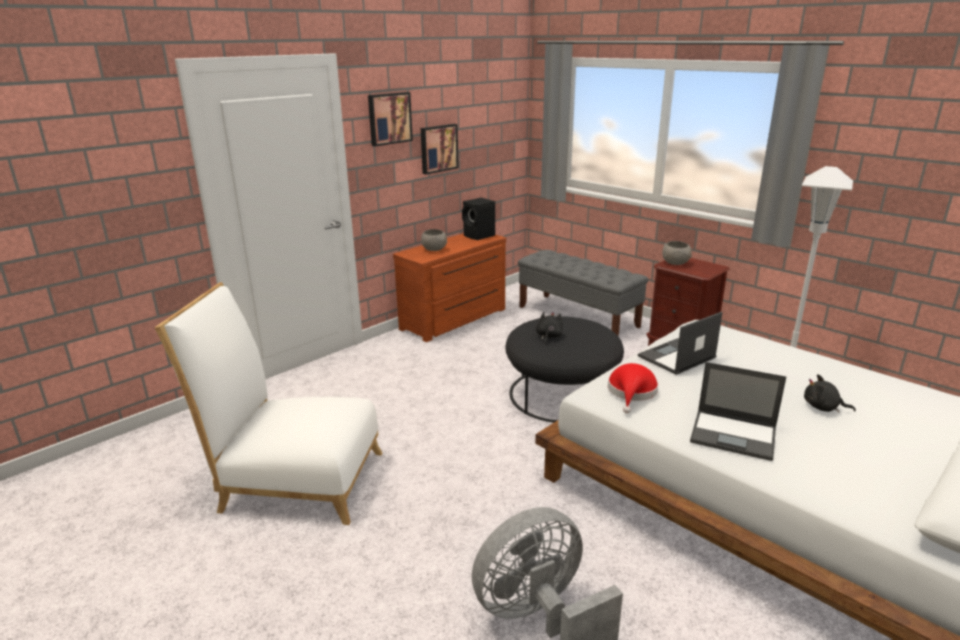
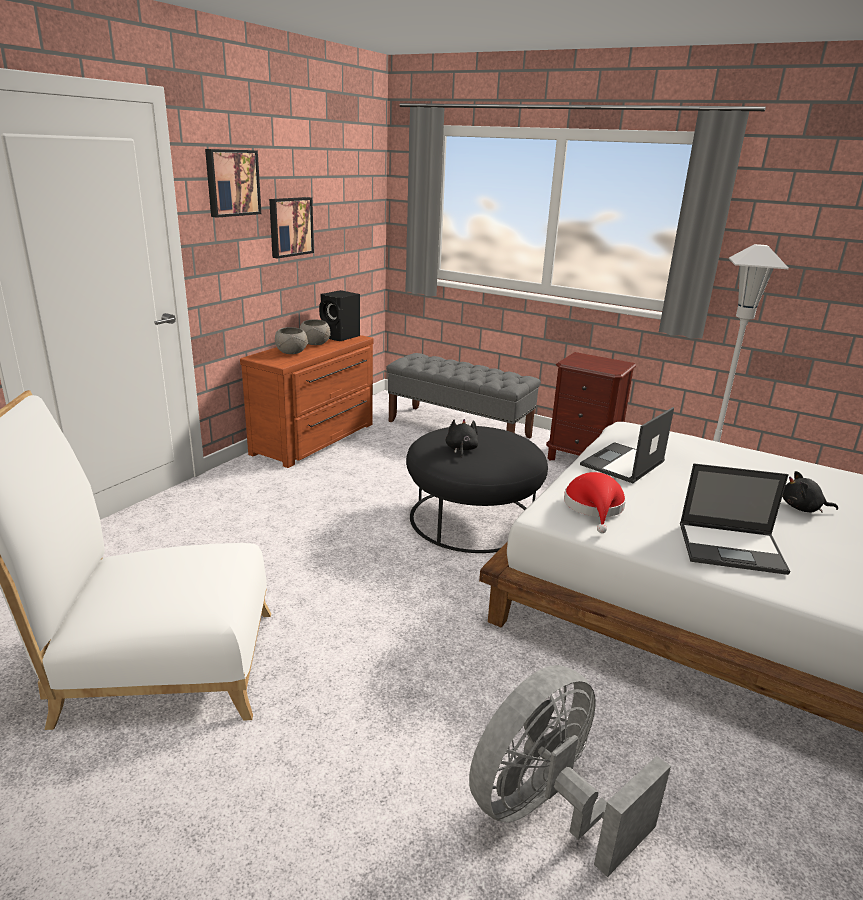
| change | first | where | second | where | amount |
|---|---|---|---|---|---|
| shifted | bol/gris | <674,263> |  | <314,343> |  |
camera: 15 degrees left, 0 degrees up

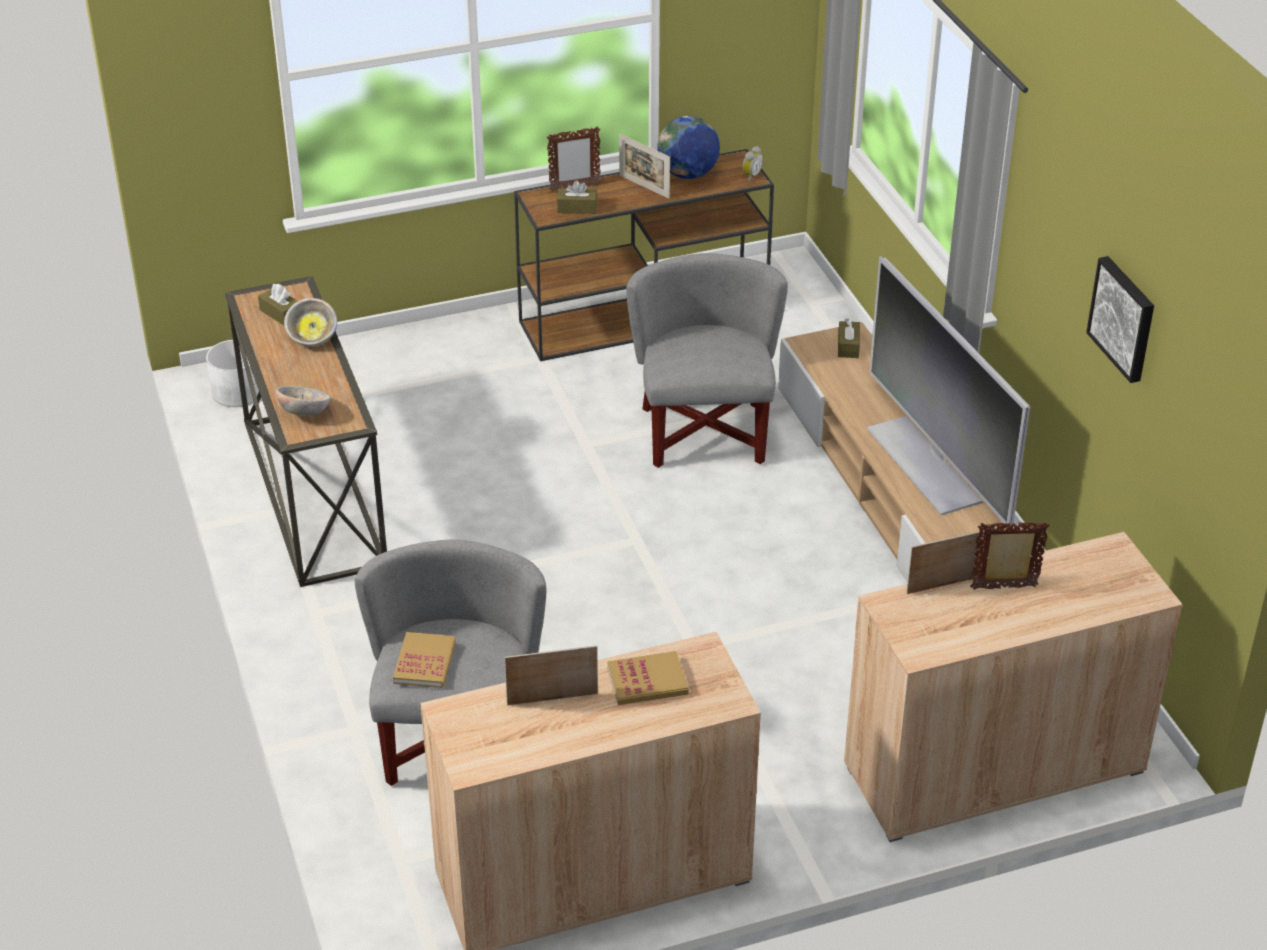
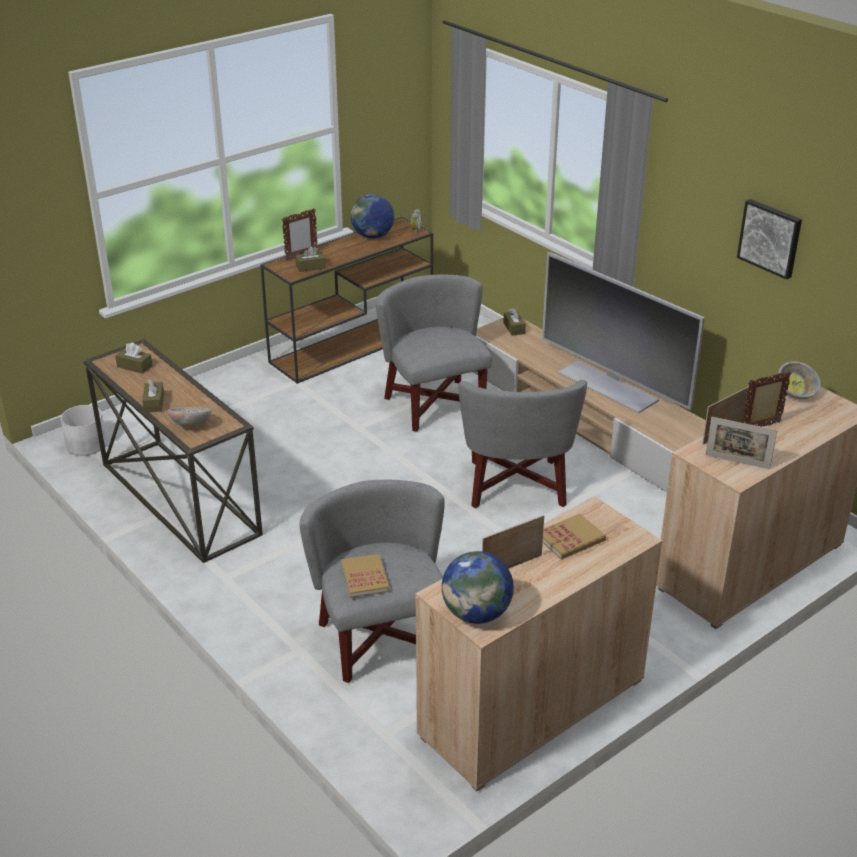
| change | first | where | second | where | amount |
|---|---|---|---|---|---|
| new |  |  | boîte à mouchoirs/marron | <154,403> |  |
| new |  |  | globe | <477,614> |  |
| new |  |  | fauteuil/gris | <516,484> |  |
| shifted | bol | <313,339> |  | <796,394> |  |
| shifted | cadre photo | <644,186> |  | <737,461> |  |
camera: 20 degrees left, 5 degrees down

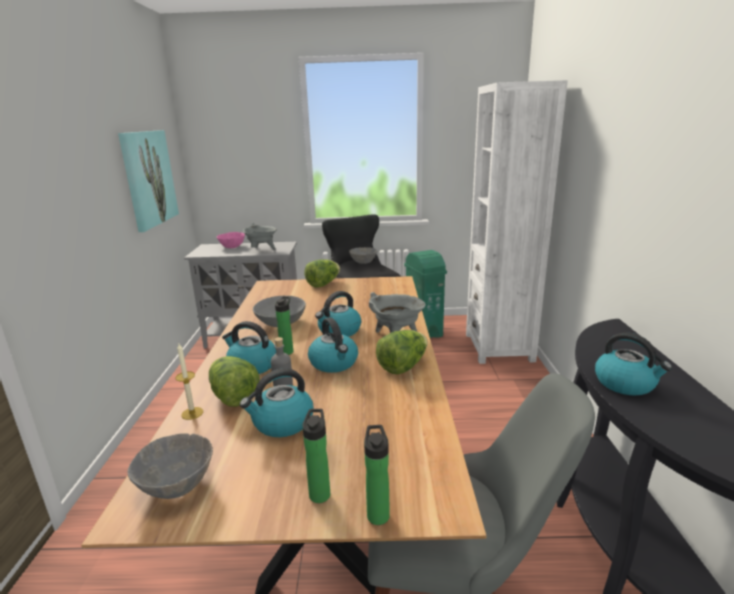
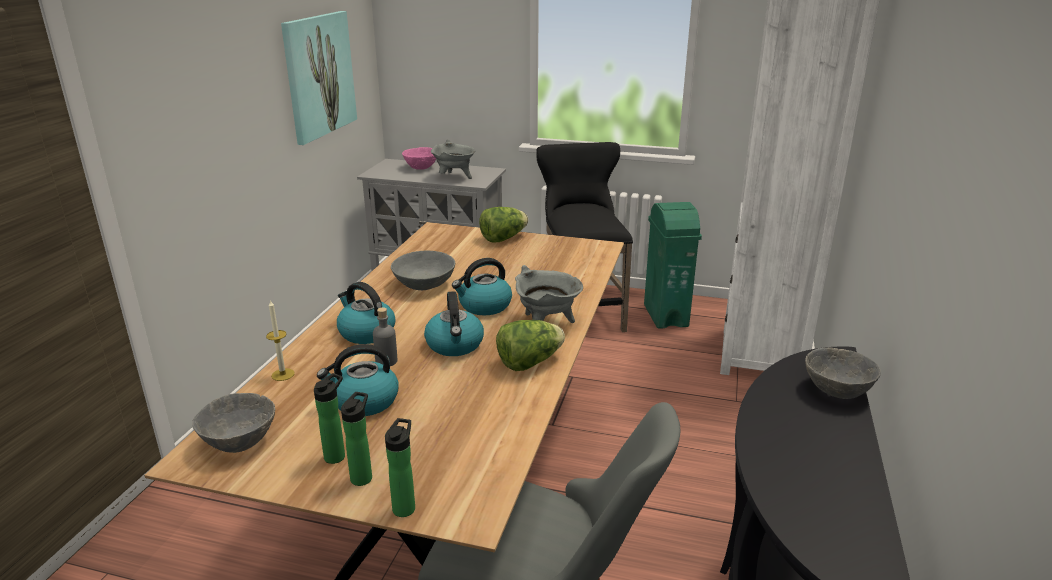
| change | first | where | second | where | amount |
|---|---|---|---|---|---|
| gone | laitue | <233,396> |  |  |  |
| gone | bouilloire | <625,383> |  |  |  |
| shifted | bouteille | <287,351> |  | <337,455> |  |
| shifted | bol/gris | <363,262> |  | <837,390> |  |
camera: 15 degrees right, 5 degrees up

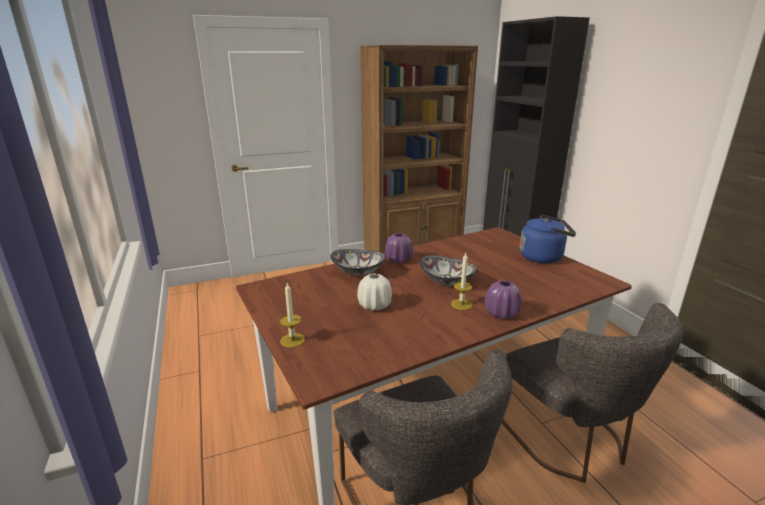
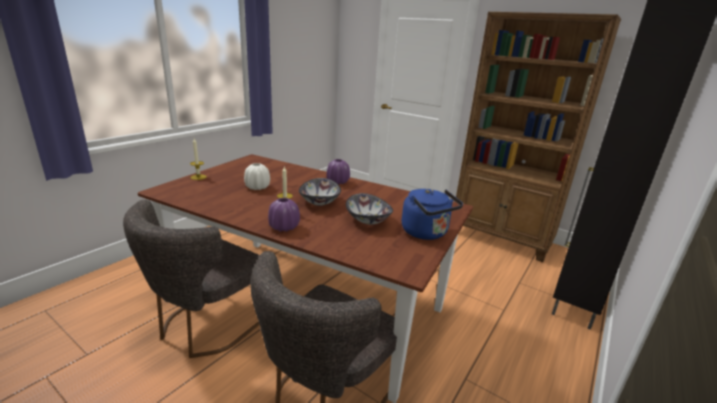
| change | first | where | second | where | amount |
|---|---|---|---|---|---|
| shifted | bol | <358,271> |  | <368,220> |  |
camera: 55 degrees right, 0 degrees up

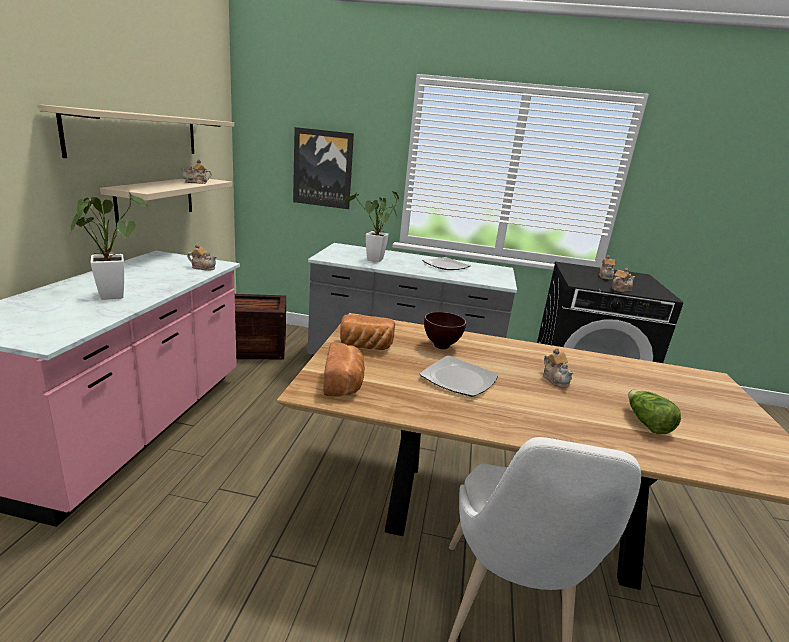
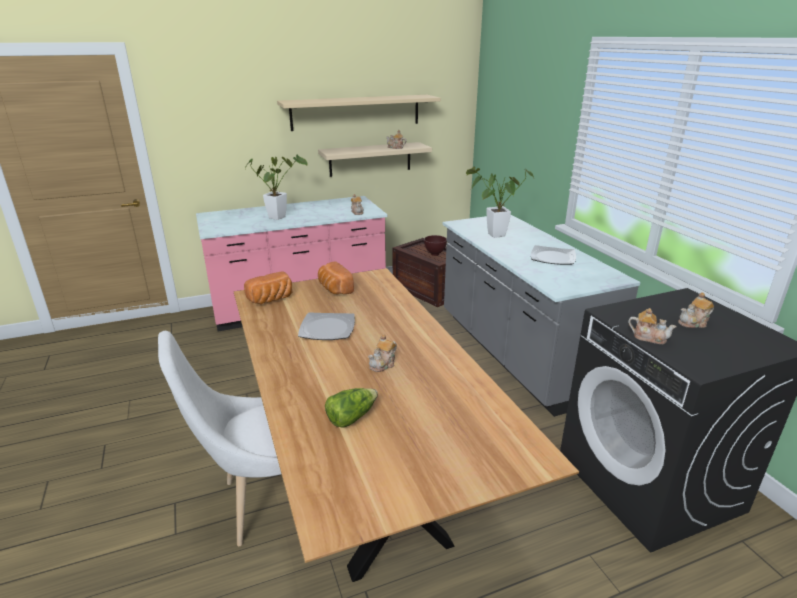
| change | first | where | second | where | amount |
|---|---|---|---|---|---|
| gone | tableau | <323,168> |  |  |  |
| shifted | bol/marron | <442,346> |  | <435,254> |  |
camera: 60 degrees right, 5 degrees up

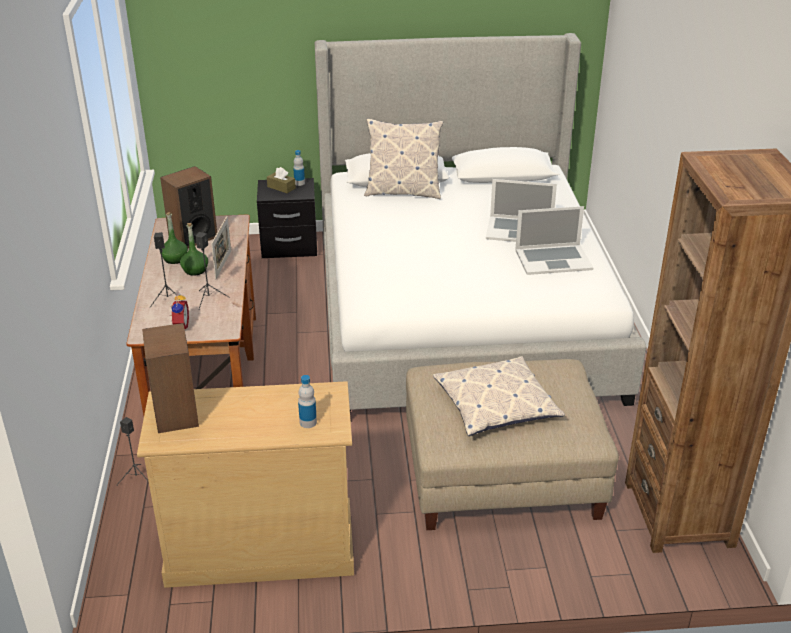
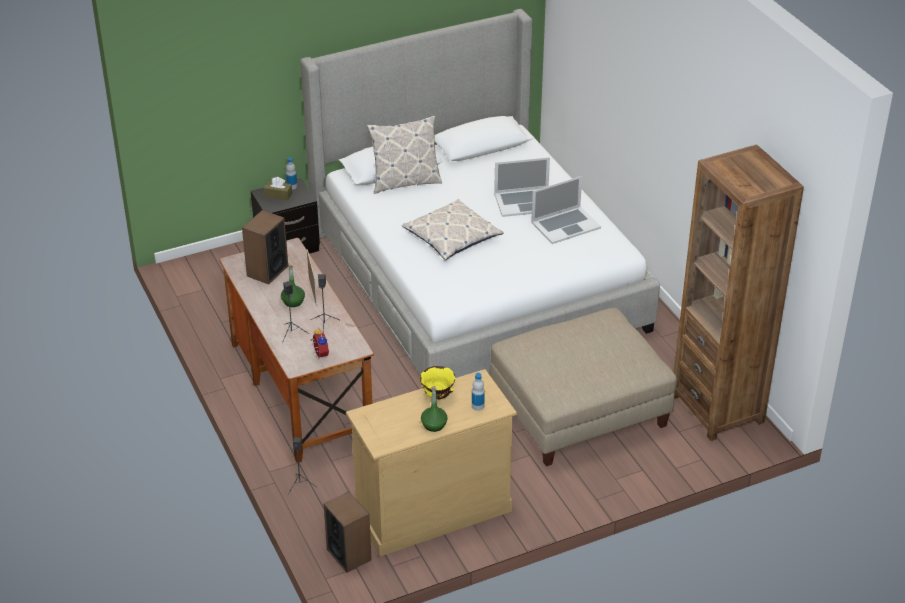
| change | first | where | second | where | amount |
|---|---|---|---|---|---|
| new |  |  | bol/jaune | <438,396> |  |
| shifted | enceinte | <176,413> |  | <349,554> |  |
| shifted | bouteille/vert | <174,259> |  | <434,425> |  |
| shifted | coussin | <496,405> |  | <452,237> |  |
camera: 20 degrees left, 5 degrees up

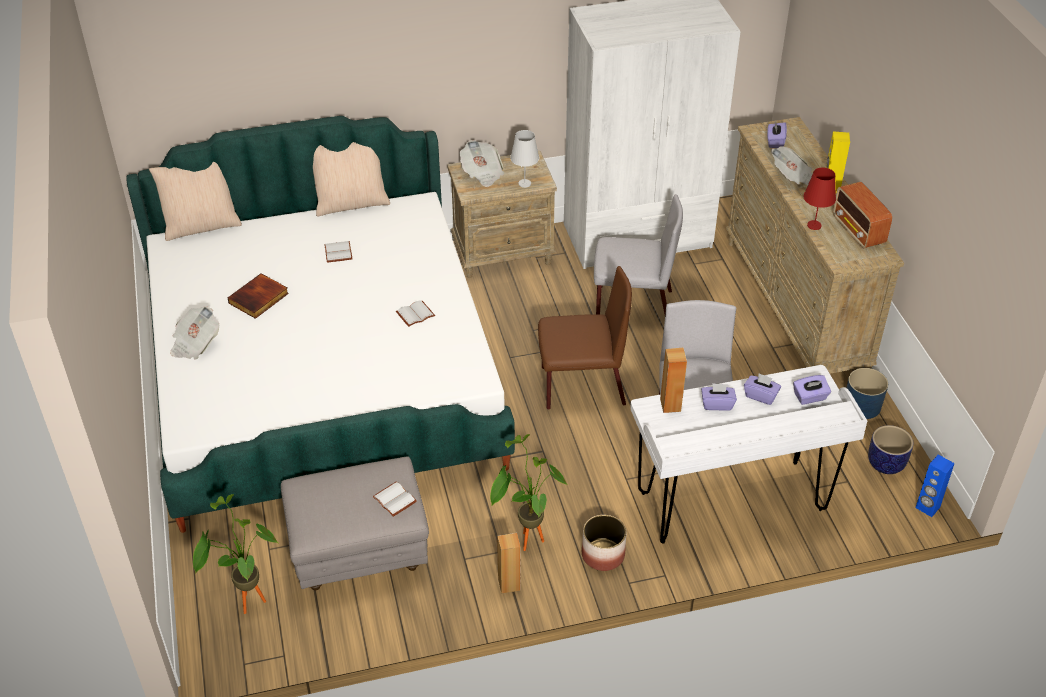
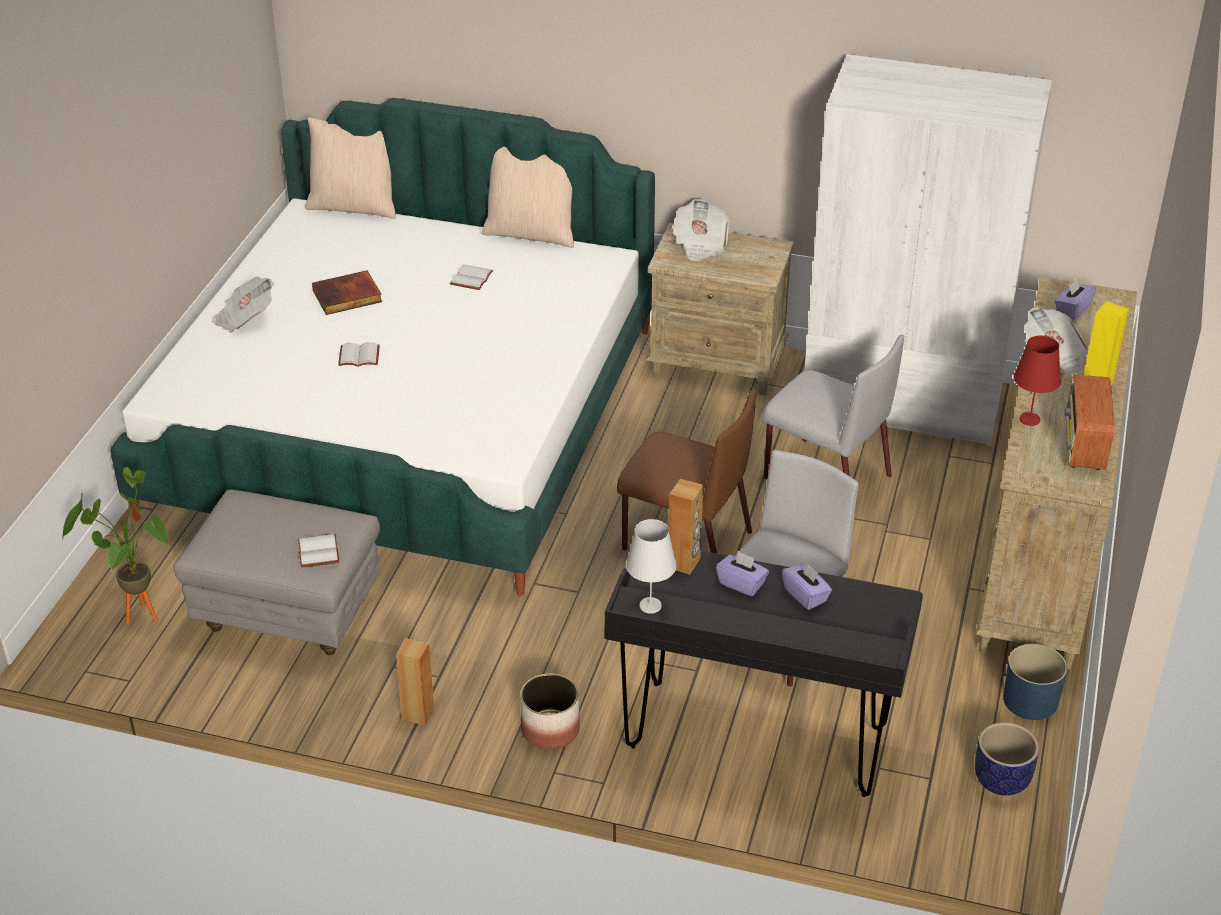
| change | first | where | second | where | amount |
|---|---|---|---|---|---|
| gone | plante en pot | <524,540> |  |  |  |
| gone | boîte à mouchoirs/violet | <810,397> |  |  |  |
| gone | enceinte/bleu | <927,507> |  |  |  |
| shifted | livre/blanc | <415,315> |  | <358,357> |  |
| shifted | lampe de table/blanc | <525,183> |  | <650,605> |  |
| repainted | bureau/blanc | <731,502> | bureau/noir | <756,739> |  |
camera: 30 degrees right, 5 degrees down

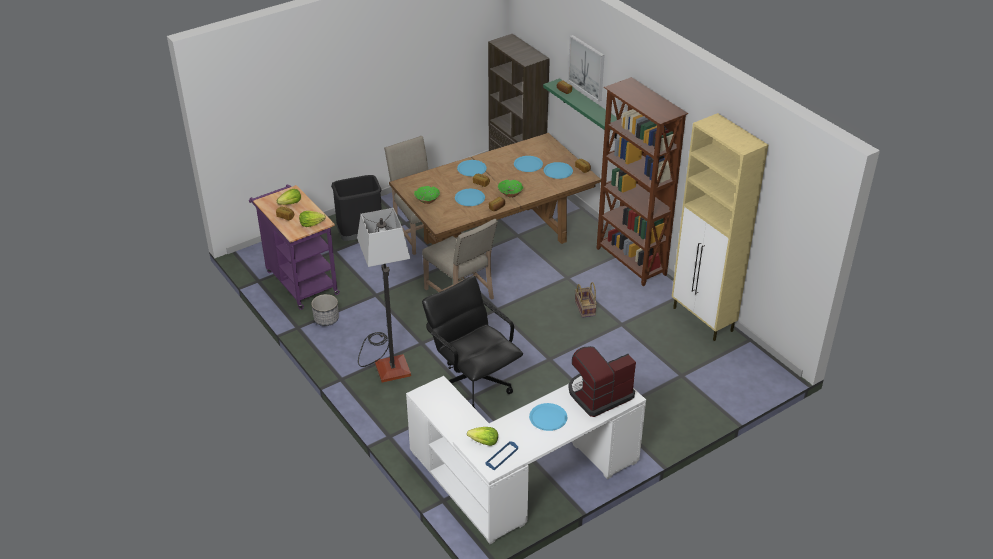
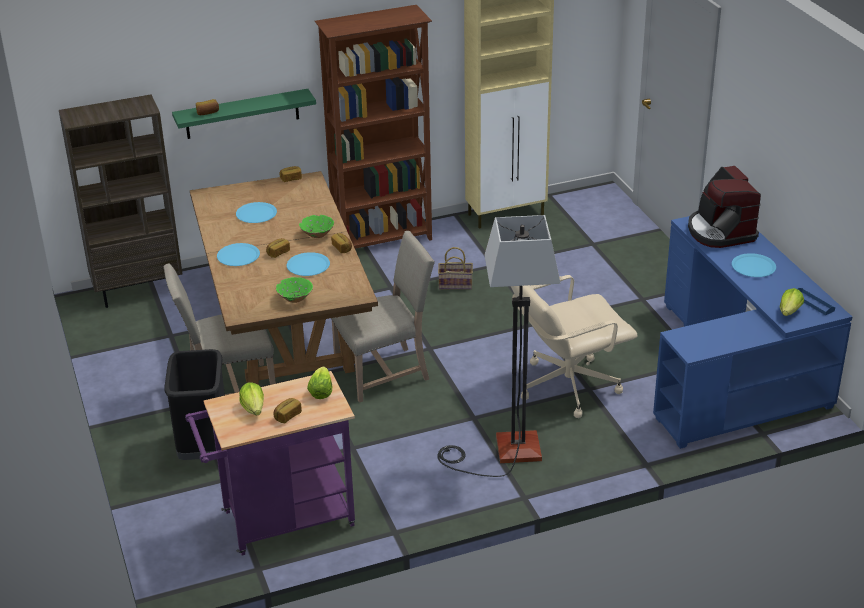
| change | first | where | second | where | amount |
|---|---|---|---|---|---|
| gone | cache-pot | <326,319> |  |  |  |
| gone | assiette/bleu | <558,171> |  |  |  |
| gone | tableau | <587,67> |  |  |  |
| repainted | bureau/blanc | <521,480> | bureau/bleu | <736,372> |  |
| repainted | chaise de bureau/noir | <472,384> | chaise de bureau/beige | <566,386> |  |
camera: 75 degrees left, 5 degrees down

